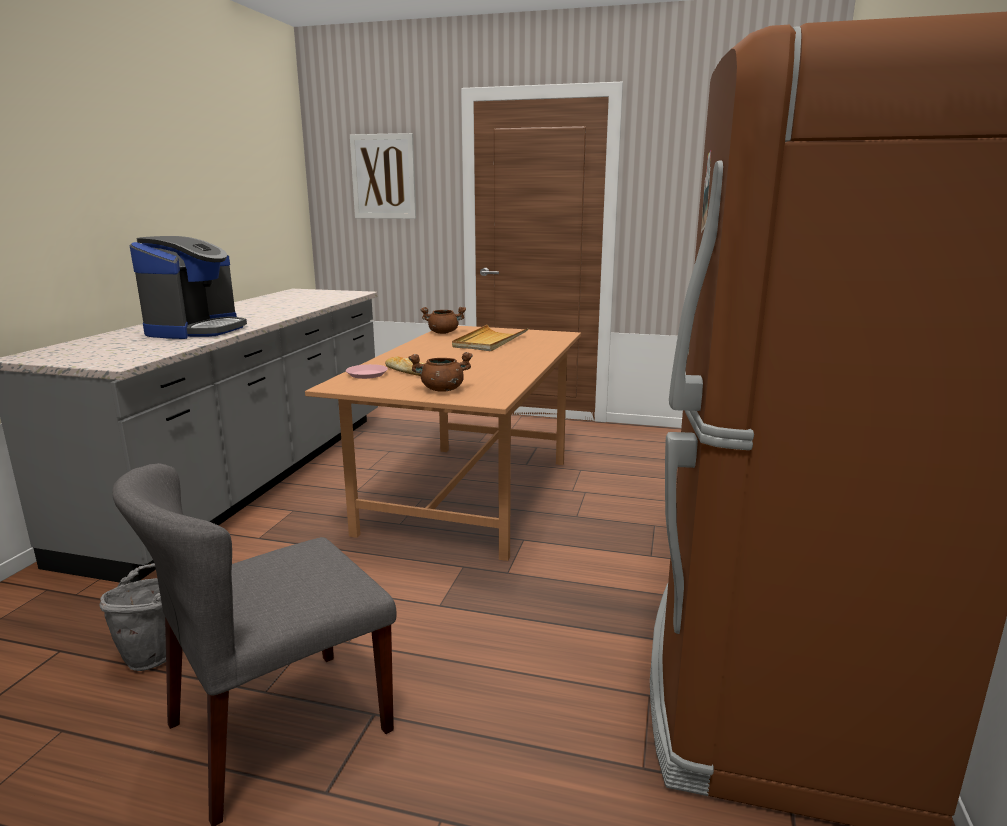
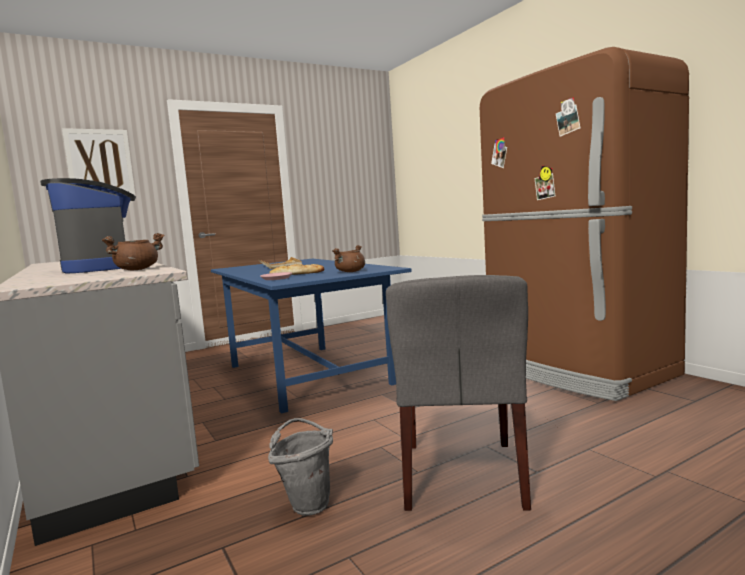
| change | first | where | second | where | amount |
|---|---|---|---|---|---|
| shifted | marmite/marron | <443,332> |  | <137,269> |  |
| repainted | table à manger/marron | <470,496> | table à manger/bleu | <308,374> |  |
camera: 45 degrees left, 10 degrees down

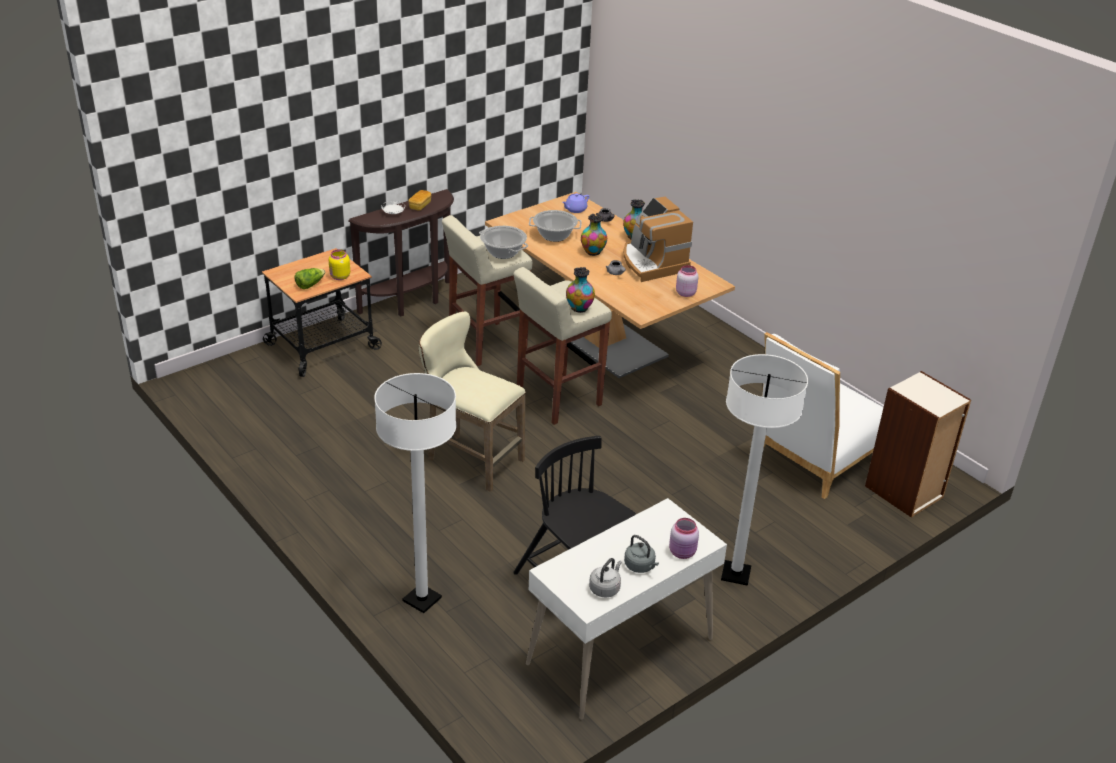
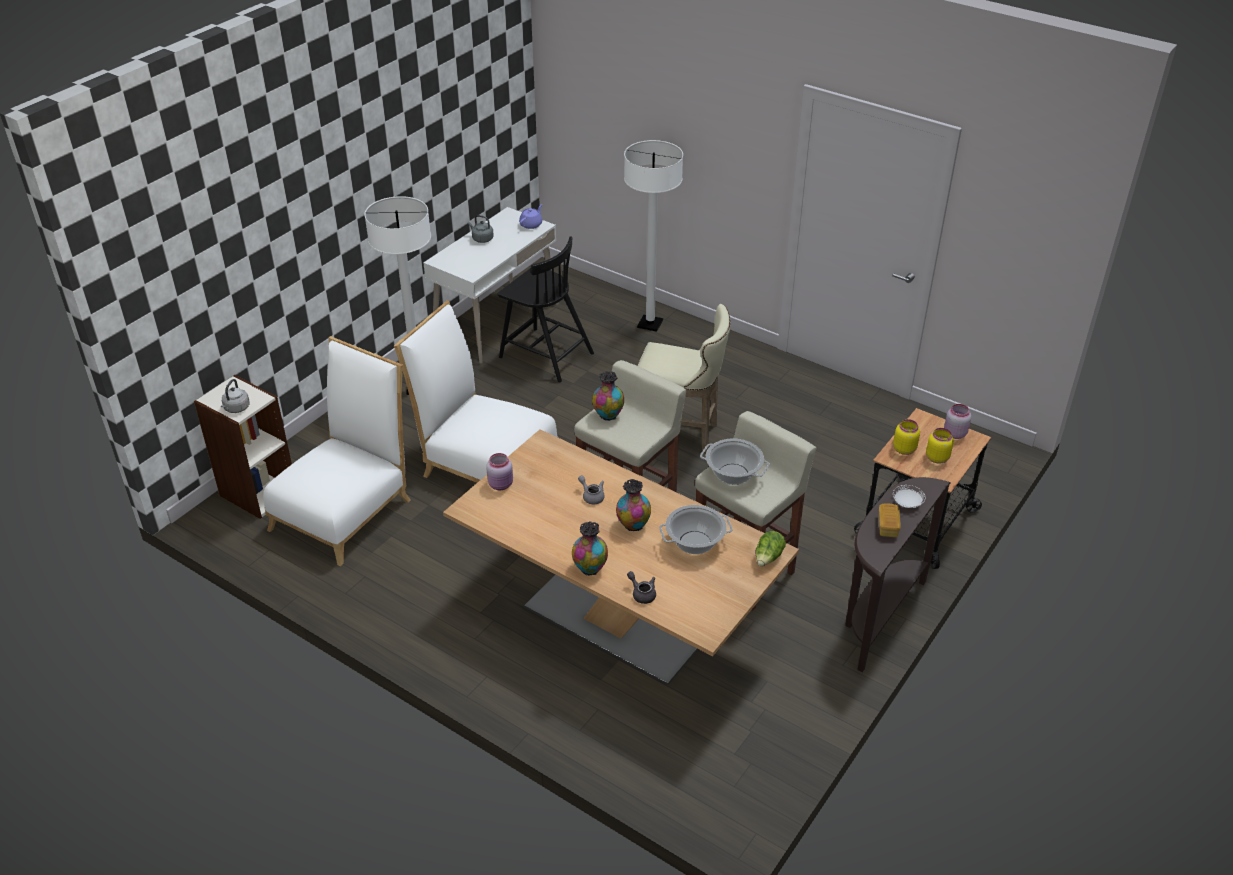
| change | first | where | second | where | amount |
|---|---|---|---|---|---|
| gone | machine à café | <652,263> |  |  |  |
| new |  |  | chaise/blanc | <484,464> |  |
| new |  |  | bocal/jaune | <937,457> |  |
| shifted | laitue | <310,284> |  | <768,557> |  |
| shifted | théière/violet | <575,209> |  | <531,224> |  |
| shifted | bouilloire/gris | <605,588> |  | <236,409> |  |
| shifted | bocal/rose | <683,552> |  | <954,433> |  |
camera: 165 degrees right, 5 degrees up

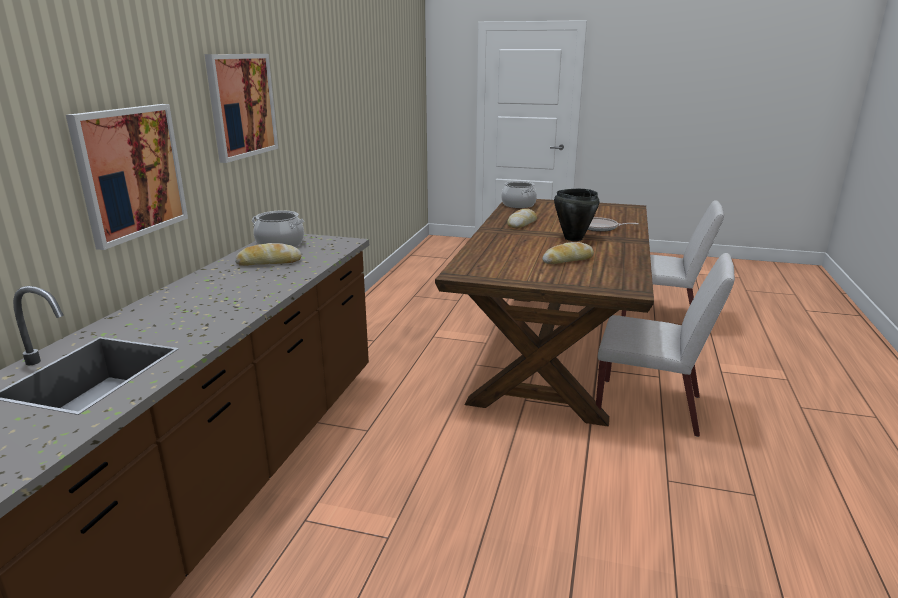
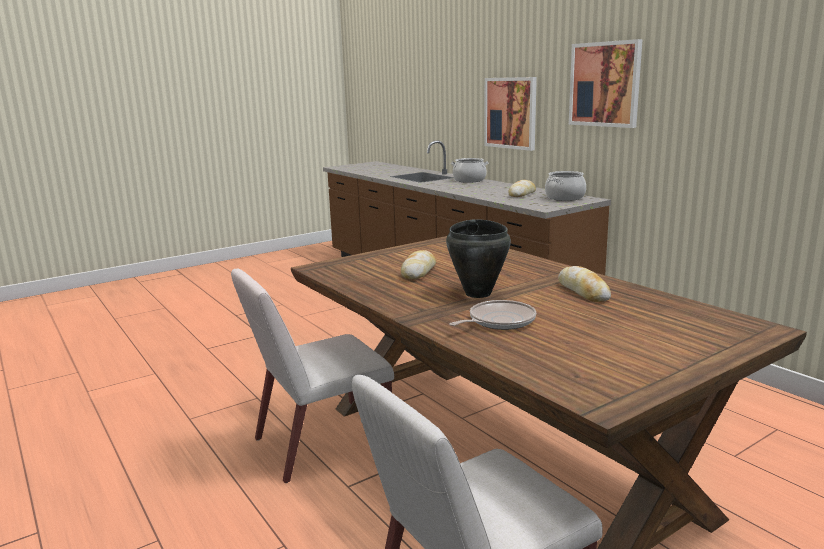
| change | first | where | second | where | amount |
|---|---|---|---|---|---|
| shifted | marmite | <518,205> |  | <469,180> |  |
camera: 130 degrees right, 5 degrees down

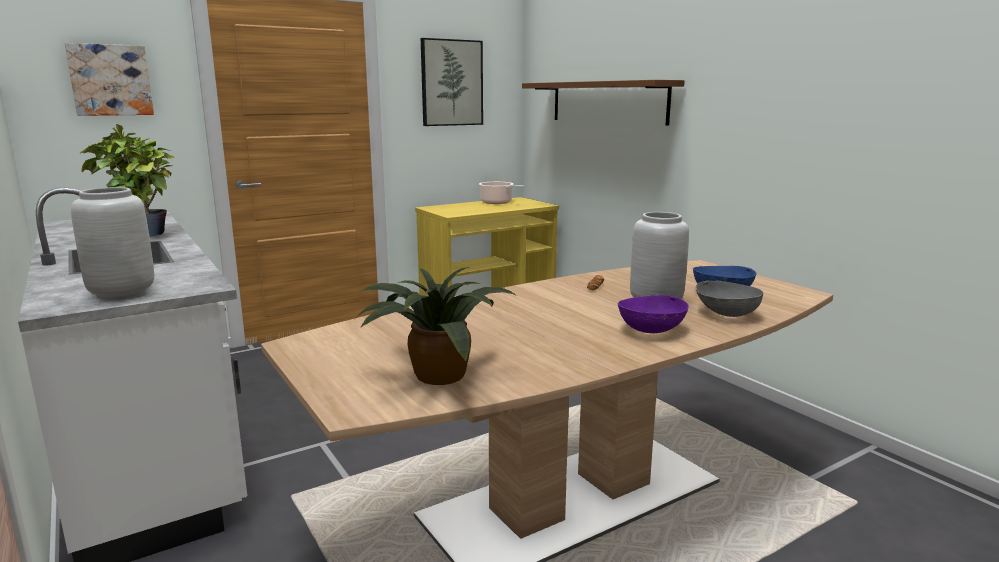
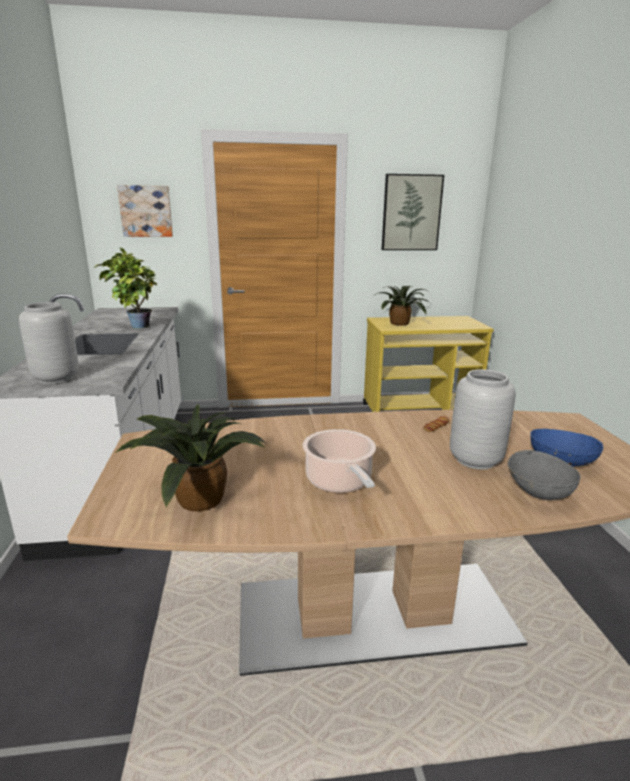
| change | first | where | second | where | amount |
|---|---|---|---|---|---|
| gone | étagère/marron | <607,102> |  |  |  |
| gone | bol/violet | <651,330> |  |  |  |
| new |  |  | plante en pot | <401,324> |  |
| shifted | marmite | <497,202> |  | <339,482> |  |
camera: 25 degrees right, 5 degrees up

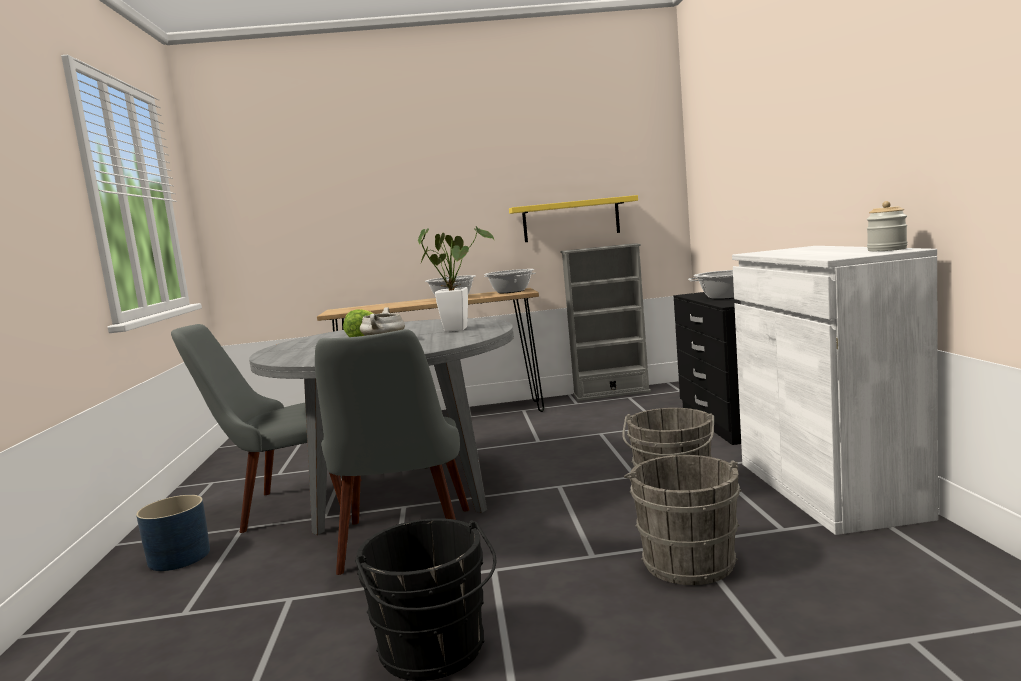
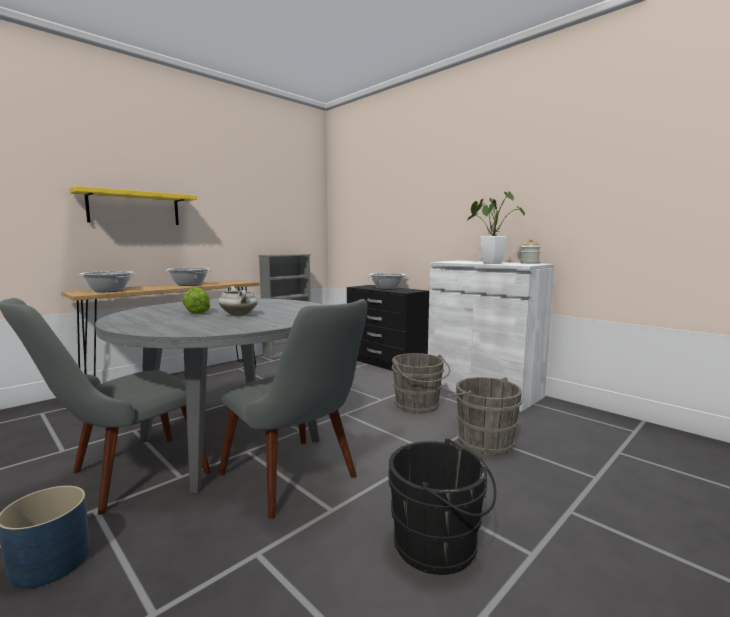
| change | first | where | second | where | amount |
|---|---|---|---|---|---|
| shifted | plante en pot | <457,328> |  | <489,263> |  |
| shifted | marmite | <511,291> |  | <109,291> |  |
| shifted | étagère/jaune | <571,220> |  | <134,208> |  |
camera: 40 degrees left, 0 degrees up

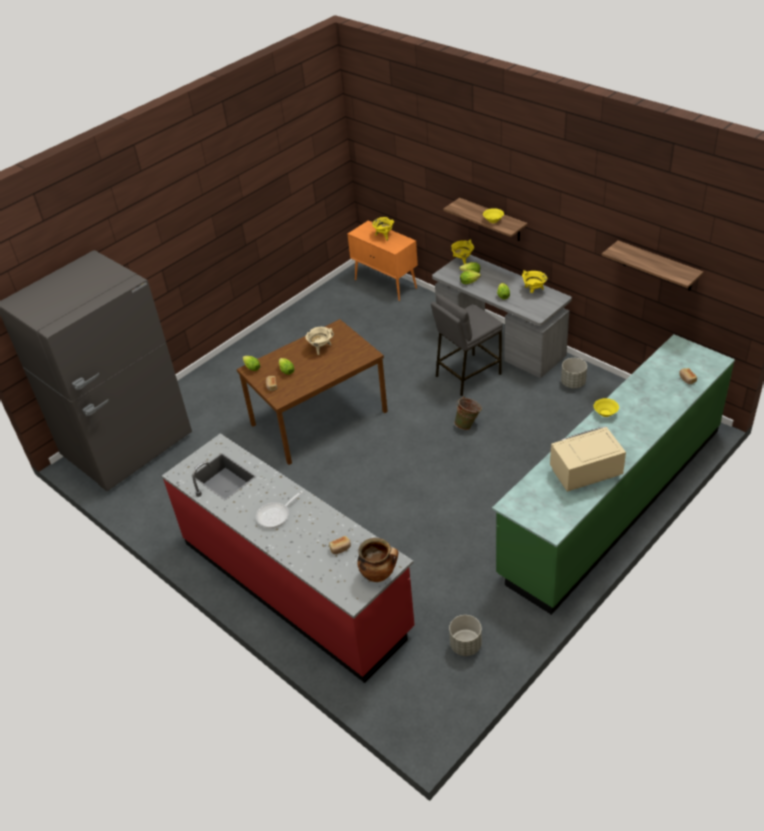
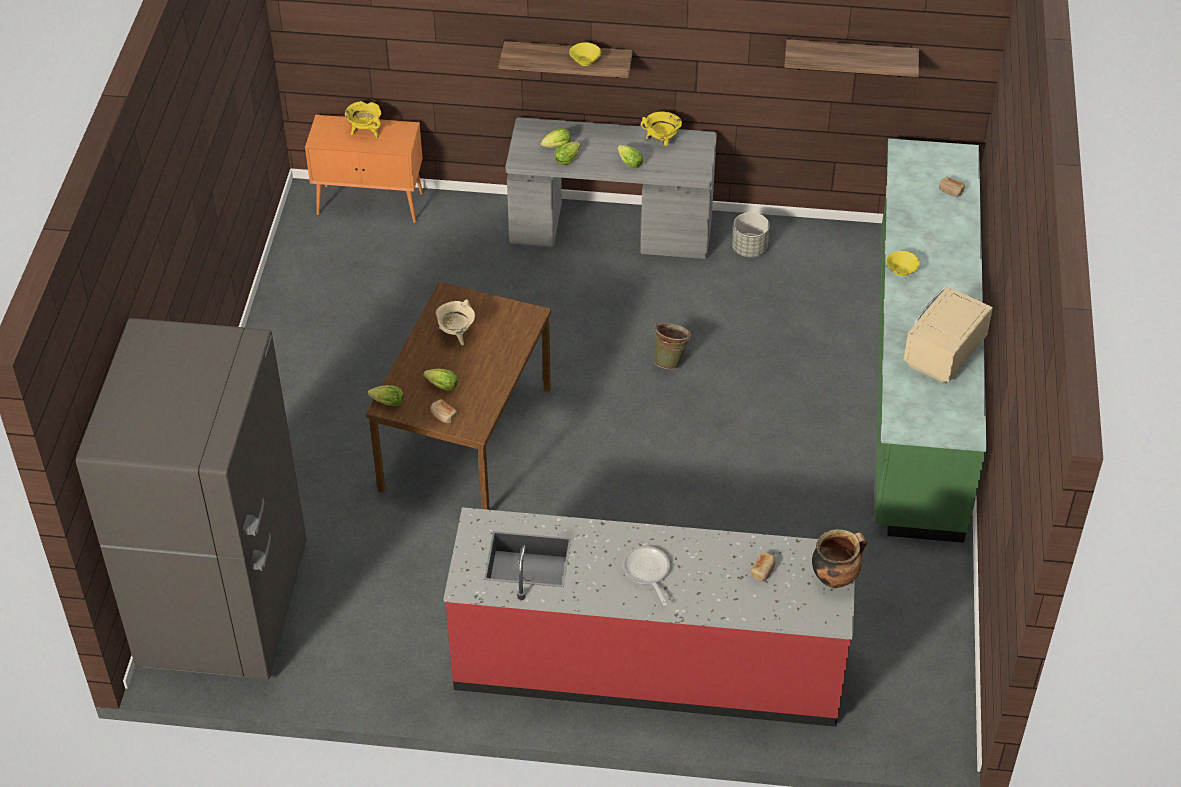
| change | first | where | second | where | amount |
|---|---|---|---|---|---|
| gone | tabouret/gris | <467,375> |  |  |  |
| gone | cache-pot/gris | <465,645> |  |  |  |
| gone | marmite/jaune | <462,260> |  |  |  |
| rotated | poêle | <276,515> |  | <647,572> | 150 degrees clockwise |
camera: 40 degrees left, 5 degrees up

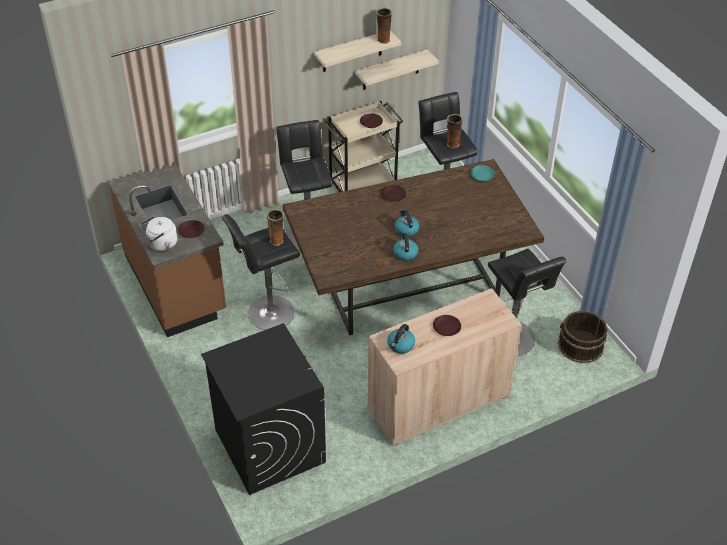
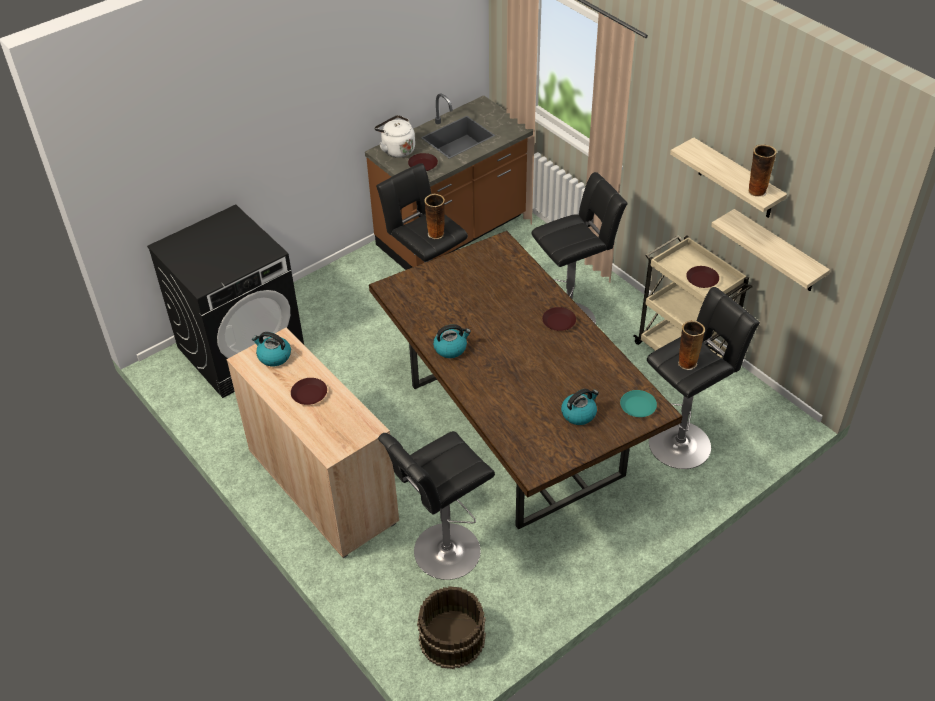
| change | first | where | second | where | amount |
|---|---|---|---|---|---|
| shifted | bouilloire | <406,230> |  | <579,413> |  |
camera: 80 degrees right, 0 degrees up

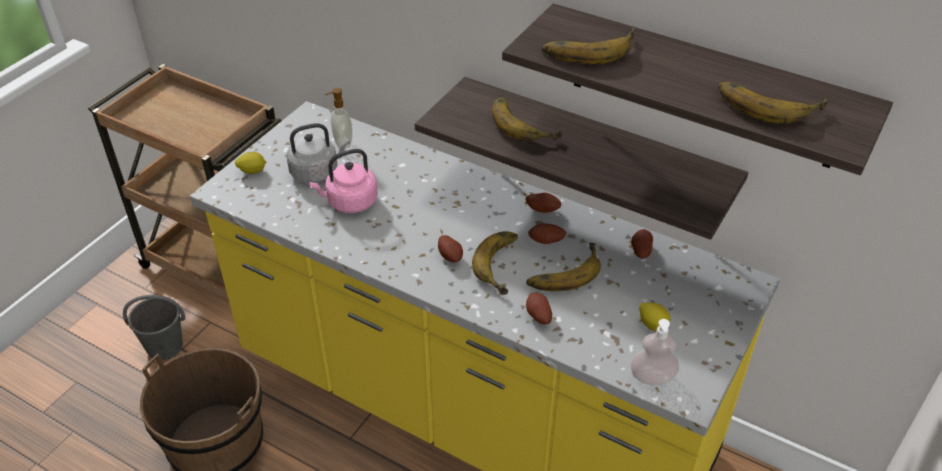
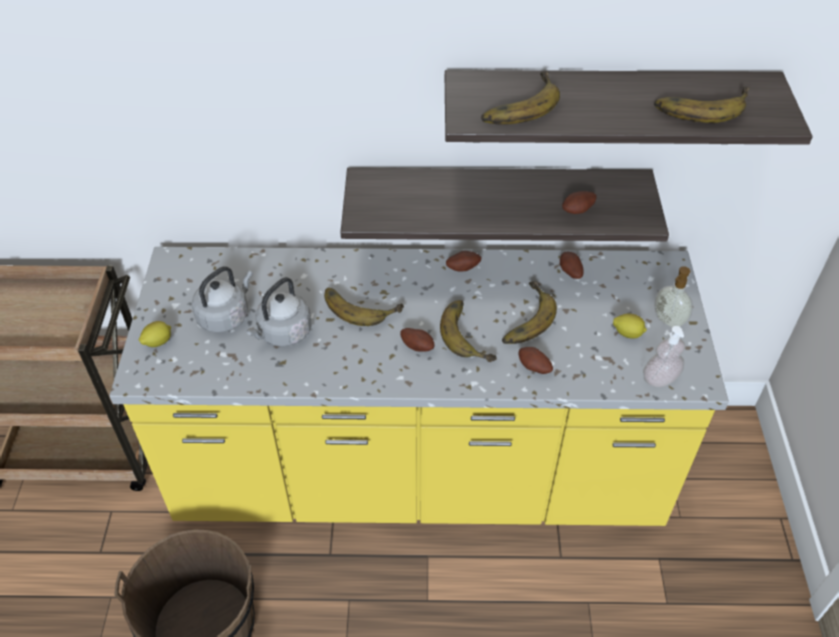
| change | first | where | second | where | amount |
|---|---|---|---|---|---|
| gone | seau/gris | <164,347> |  |  |  |
| shifted | distributeur de savon | <342,143> |  | <667,321> |  |
| shifted | banane | <524,123> |  | <361,305> |  |
| shifted | pomme de terre | <546,242> |  | <578,211> |  |
| repainted | bouilloire/rose | <349,202> | bouilloire/gris | <283,333> |  |
camera: 30 degrees left, 5 degrees up

